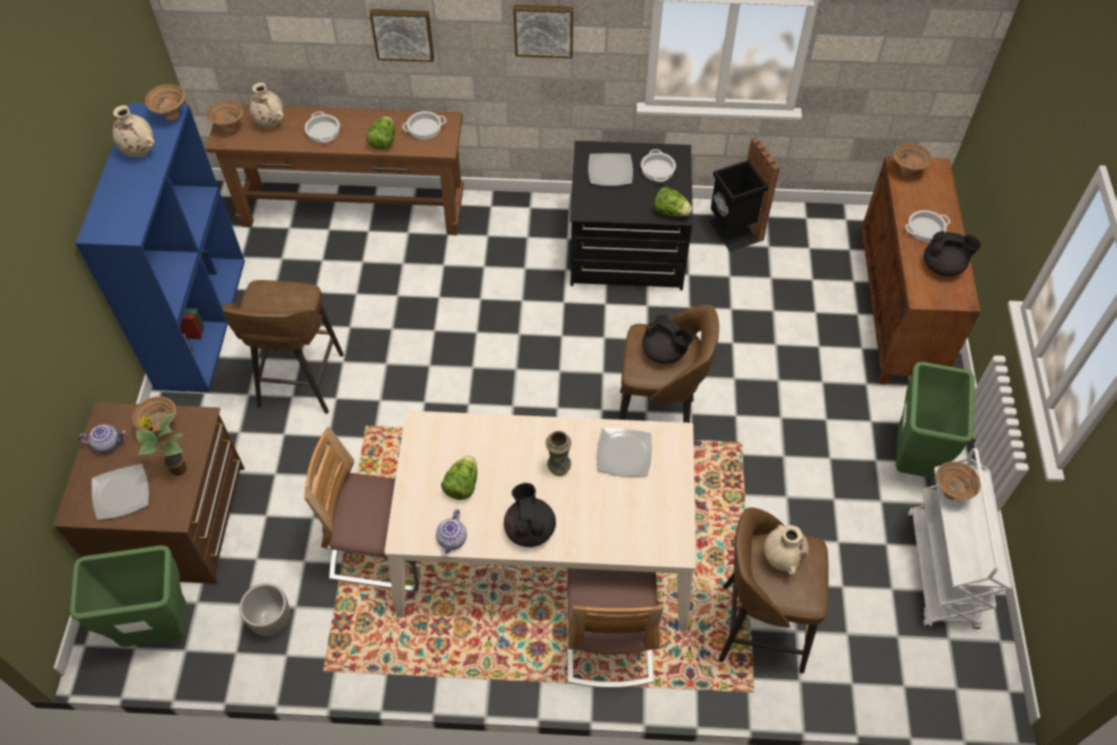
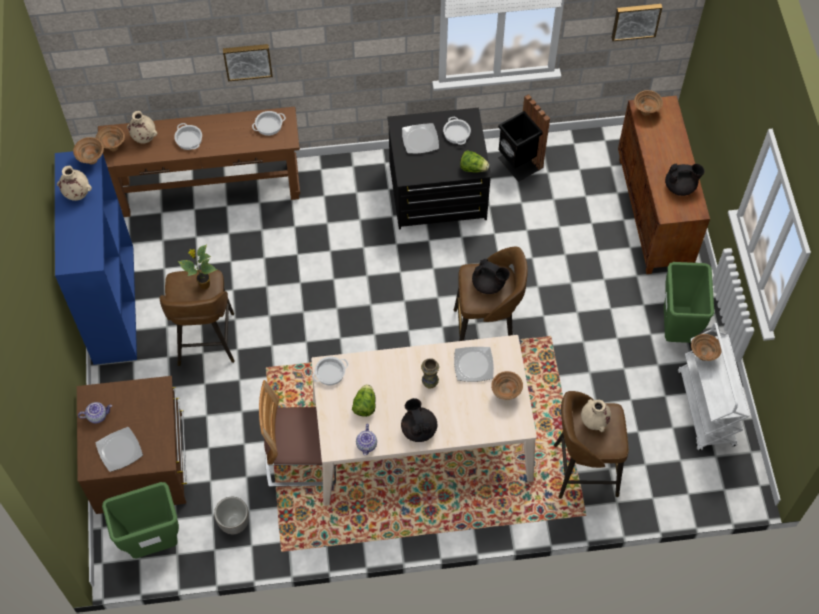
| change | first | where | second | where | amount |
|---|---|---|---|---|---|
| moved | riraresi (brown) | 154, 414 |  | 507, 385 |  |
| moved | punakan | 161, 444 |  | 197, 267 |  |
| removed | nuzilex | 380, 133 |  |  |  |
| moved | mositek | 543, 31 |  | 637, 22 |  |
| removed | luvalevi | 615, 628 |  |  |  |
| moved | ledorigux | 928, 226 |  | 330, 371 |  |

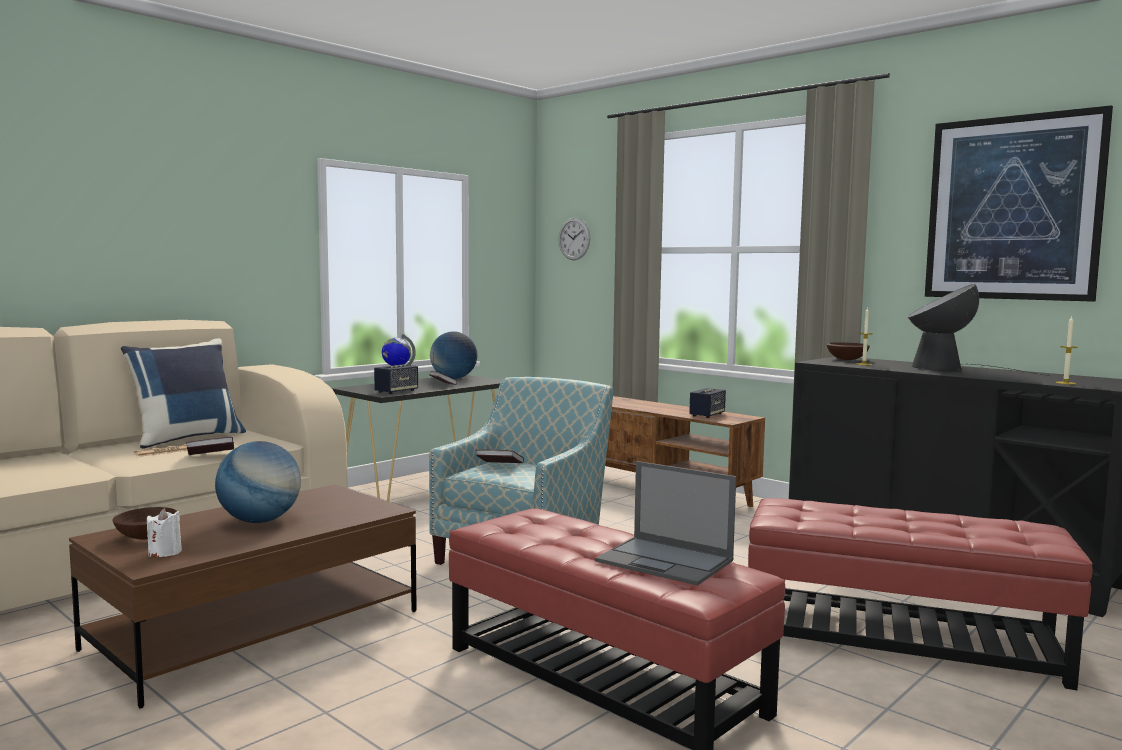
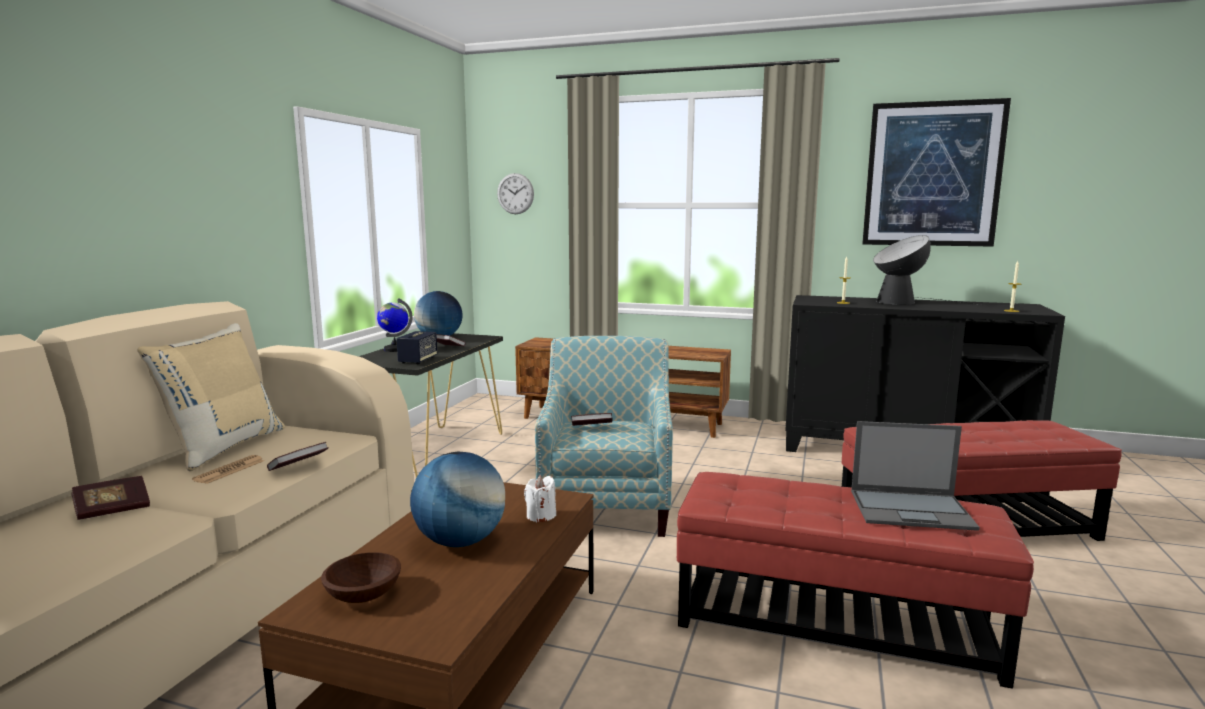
| change | first | where | second | where | amount |
|---|---|---|---|---|---|
| recoloured | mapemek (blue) | 183, 393 | mapemek (beige) | 211, 397 |  |
| moved | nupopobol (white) | 164, 532 |  | 540, 499 |  |
| removed | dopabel | 707, 403 |  |  |  |
| removed | riraresi (brown) | 848, 351 |  |  |  |
| added |  |  | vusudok | 110, 498 |  |

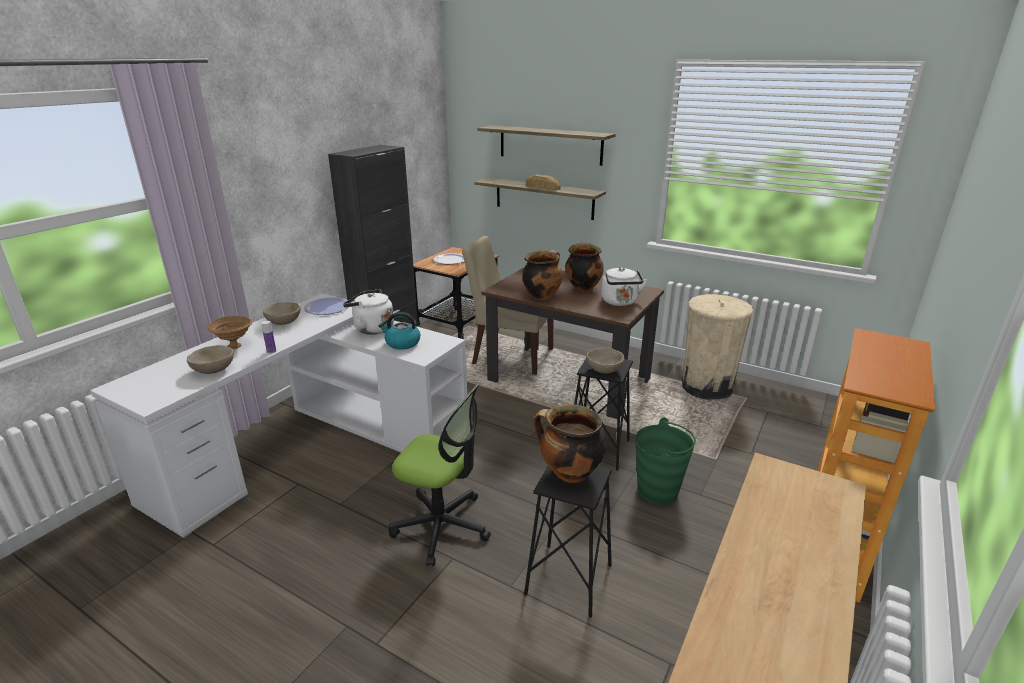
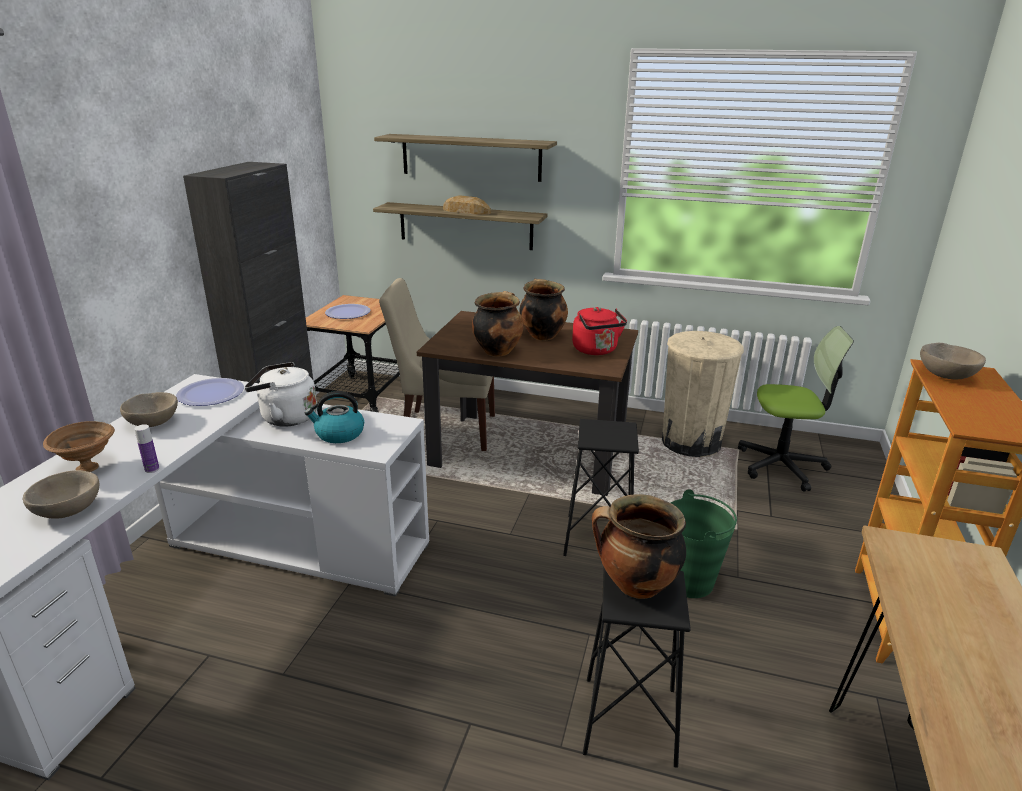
| change | first | where | second | where | amount |
|---|---|---|---|---|---|
| moved | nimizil | 439, 474 |  | 796, 409 |  |
| moved | riraresi (beige) | 605, 360 |  | 953, 361 |  |
| recoloured | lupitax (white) | 624, 286 | lupitax (red) | 599, 331 |  |

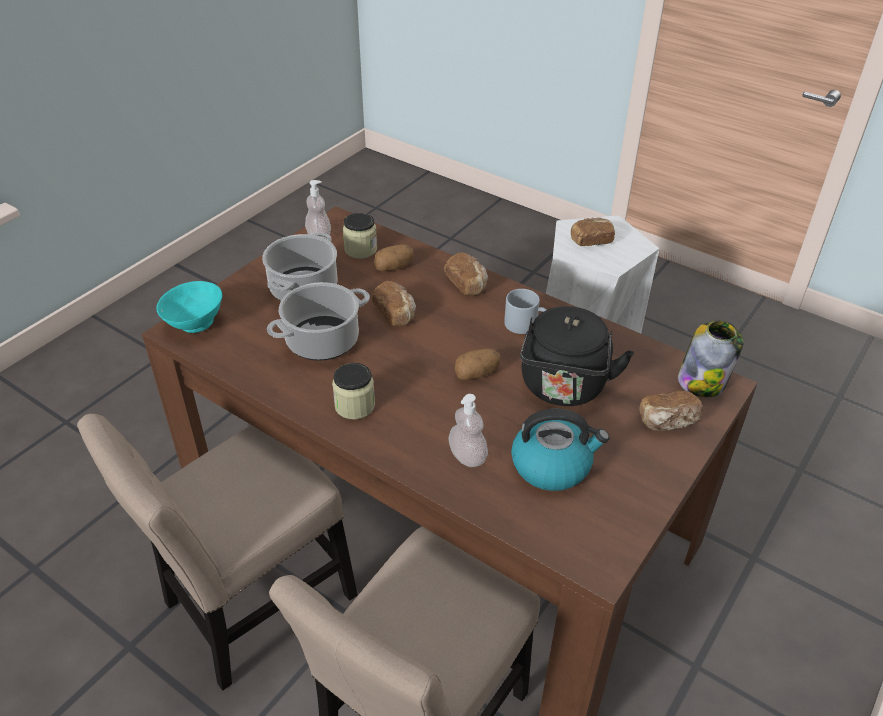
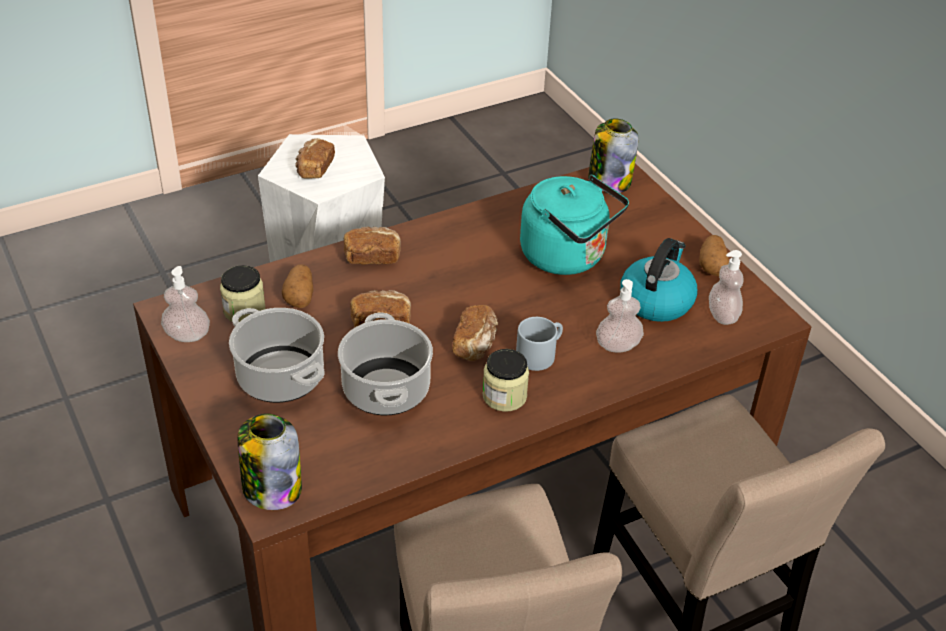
| change | first | where | second | where | amount |
|---|---|---|---|---|---|
| replaced | riraresi (turquoise) | 189, 307 | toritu | 270, 462 |  |
| moved | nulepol | 477, 364 |  | 714, 255 |  |
| moved | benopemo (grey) | 525, 311 |  | 539, 344 |  |
| recoloured | lupitax (black) | 577, 356 | lupitax (turquoise) | 574, 225 |  |
| moved | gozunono | 671, 410 |  | 475, 333 |  |
| added |  |  | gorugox | 726, 287 |  |

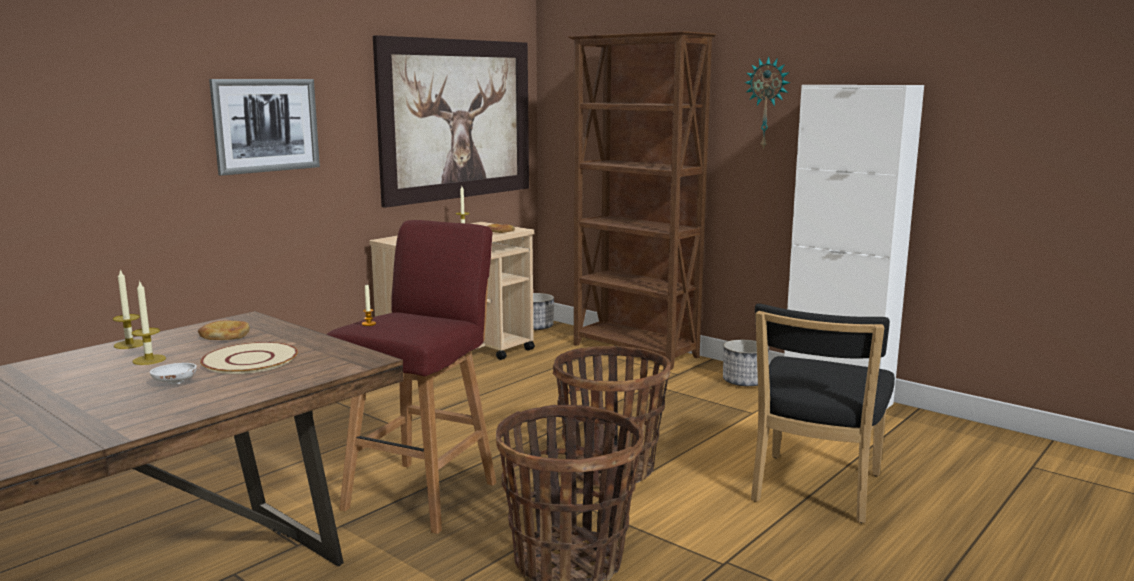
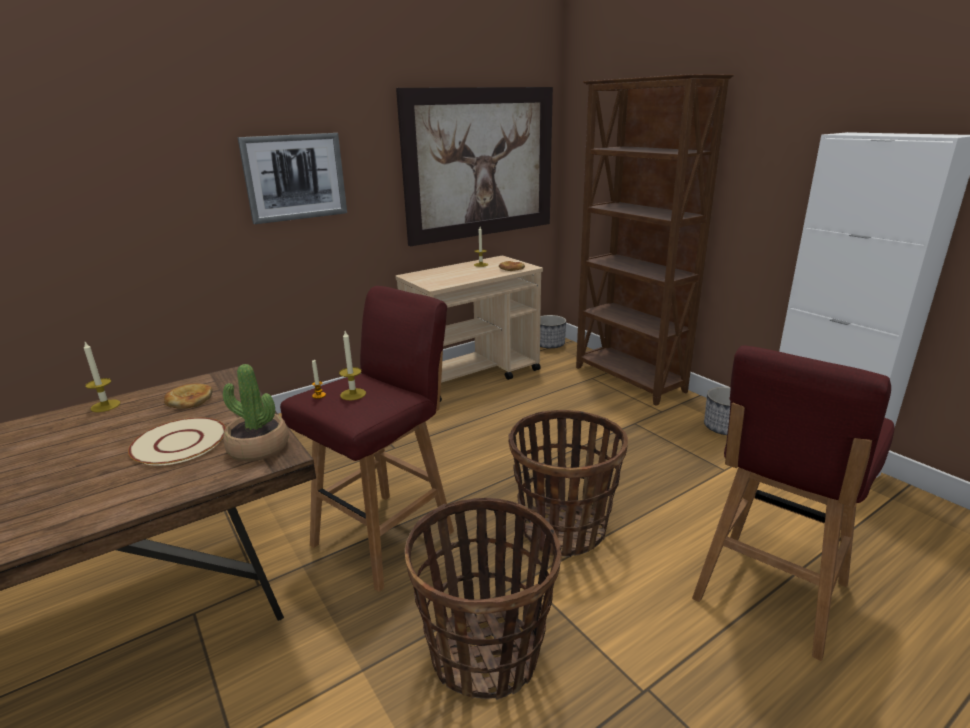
| change | first | where | second | where | amount |
|---|---|---|---|---|---|
| moved | nupopobol | 148, 322 |  | 352, 365 |  |
| removed | riraresi (white) | 173, 374 |  |  |  |
| removed | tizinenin | 767, 103 |  |  |  |
| replaced | luvalevi (black) | 823, 413 | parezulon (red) | 793, 503 |  |
| added |  |  | punakan | 256, 412 |  |

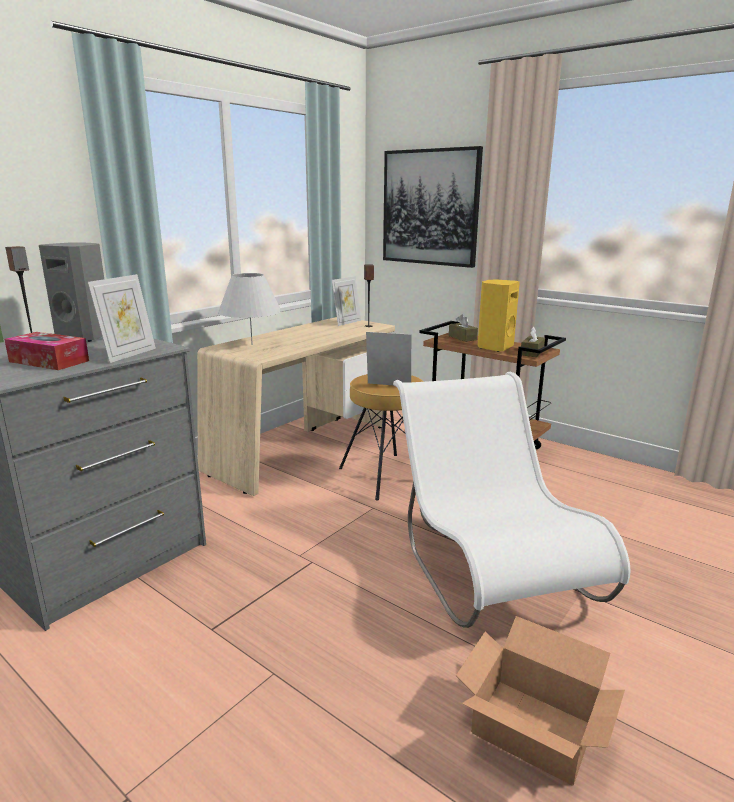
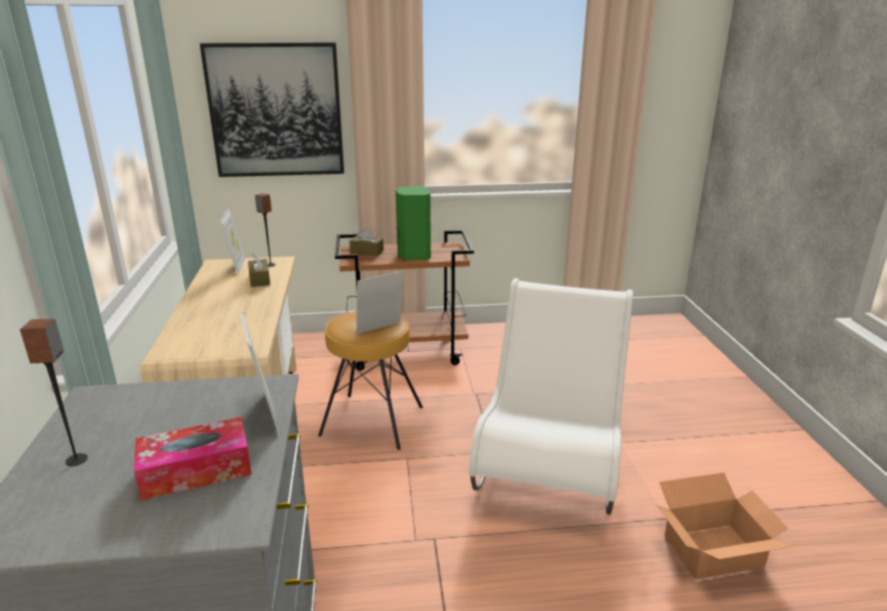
| change | first | where | second | where | amount |
|---|---|---|---|---|---|
| removed | dopabel (grey) | 71, 292 |  |  |  |
| removed | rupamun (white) | 250, 309 |  |  |  |
| turned | luvalevi (white) | 512, 500 |  | 551, 396 | 75 degrees clockwise |
| recoloured | dopabel (yellow) | 499, 315 | dopabel (green) | 413, 223 |  |
| moved | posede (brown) | 533, 342 |  | 259, 269 |  |

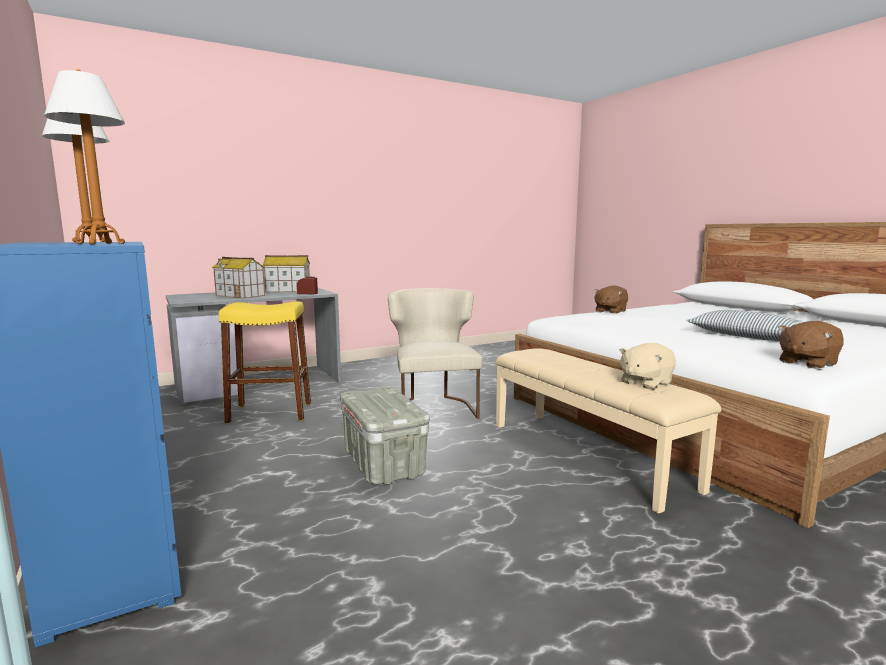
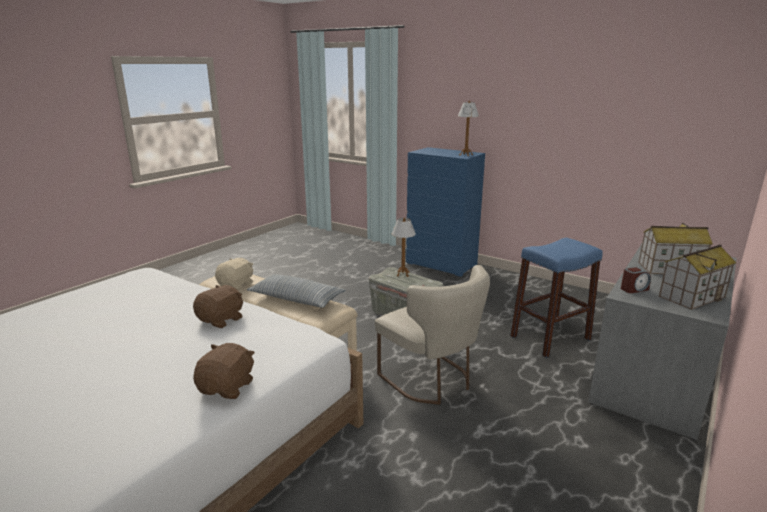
| change | first | where | second | where | amount |
|---|---|---|---|---|---|
| moved | rupamun | 84, 156 |  | 404, 247 |  |
| recoloured | parezulon (yellow) | 265, 362 | parezulon (blue) | 556, 298 |  |
| moved | mapemek | 745, 325 |  | 296, 291 |  |
| moved | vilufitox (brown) | 810, 345 |  | 218, 306 |  |

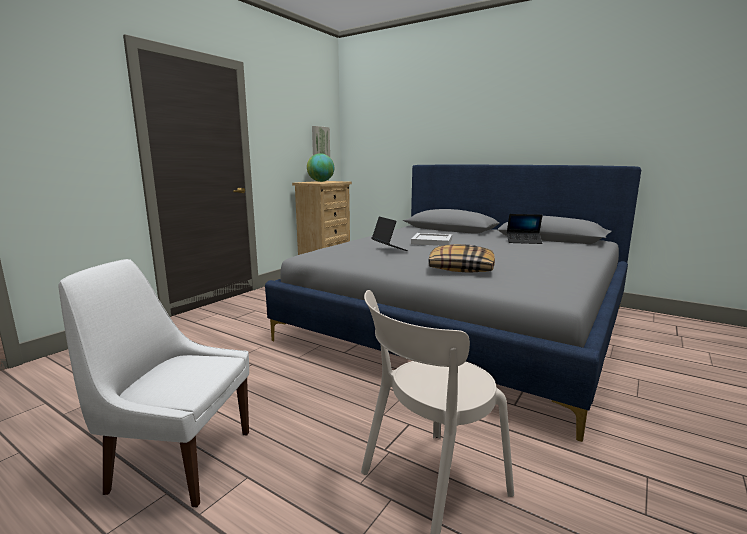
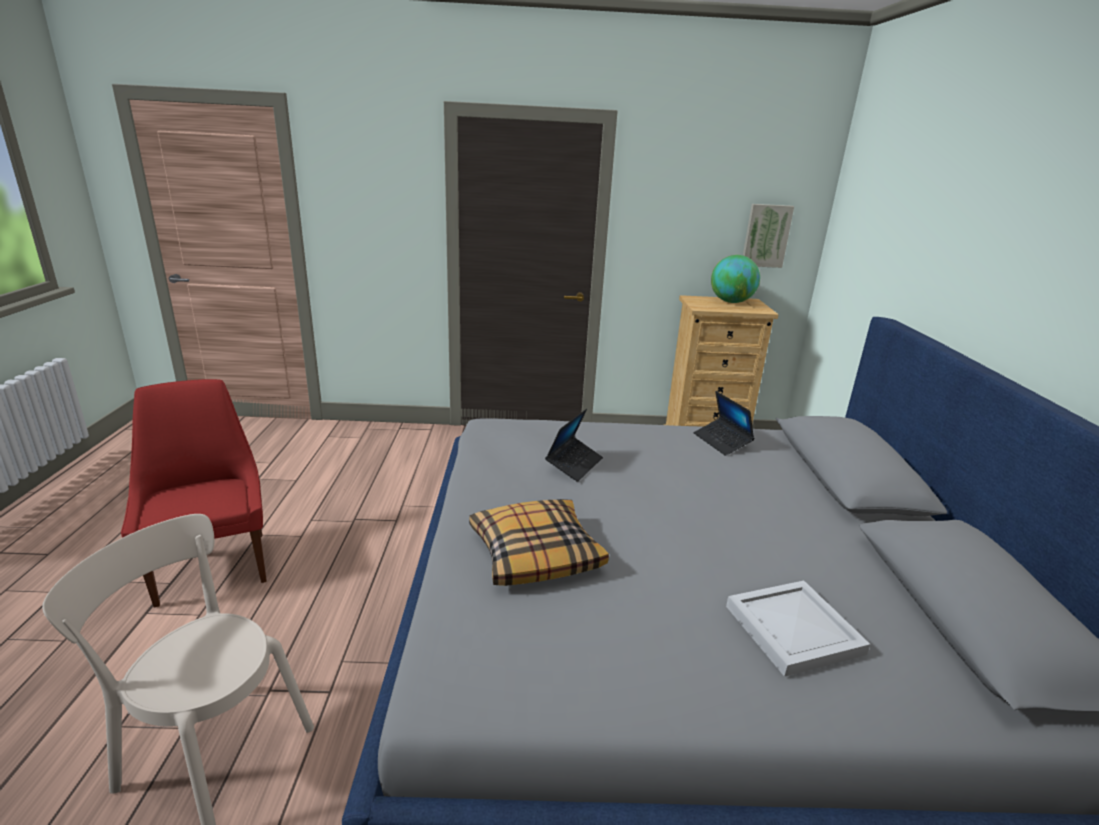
| change | first | where | second | where | amount |
|---|---|---|---|---|---|
| recoloured | luvalevi (white) | 153, 383 | luvalevi (red) | 194, 493 |  |
| moved | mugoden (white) | 431, 239 |  | 798, 629 |  |
| moved | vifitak | 525, 229 |  | 724, 423 |  |

